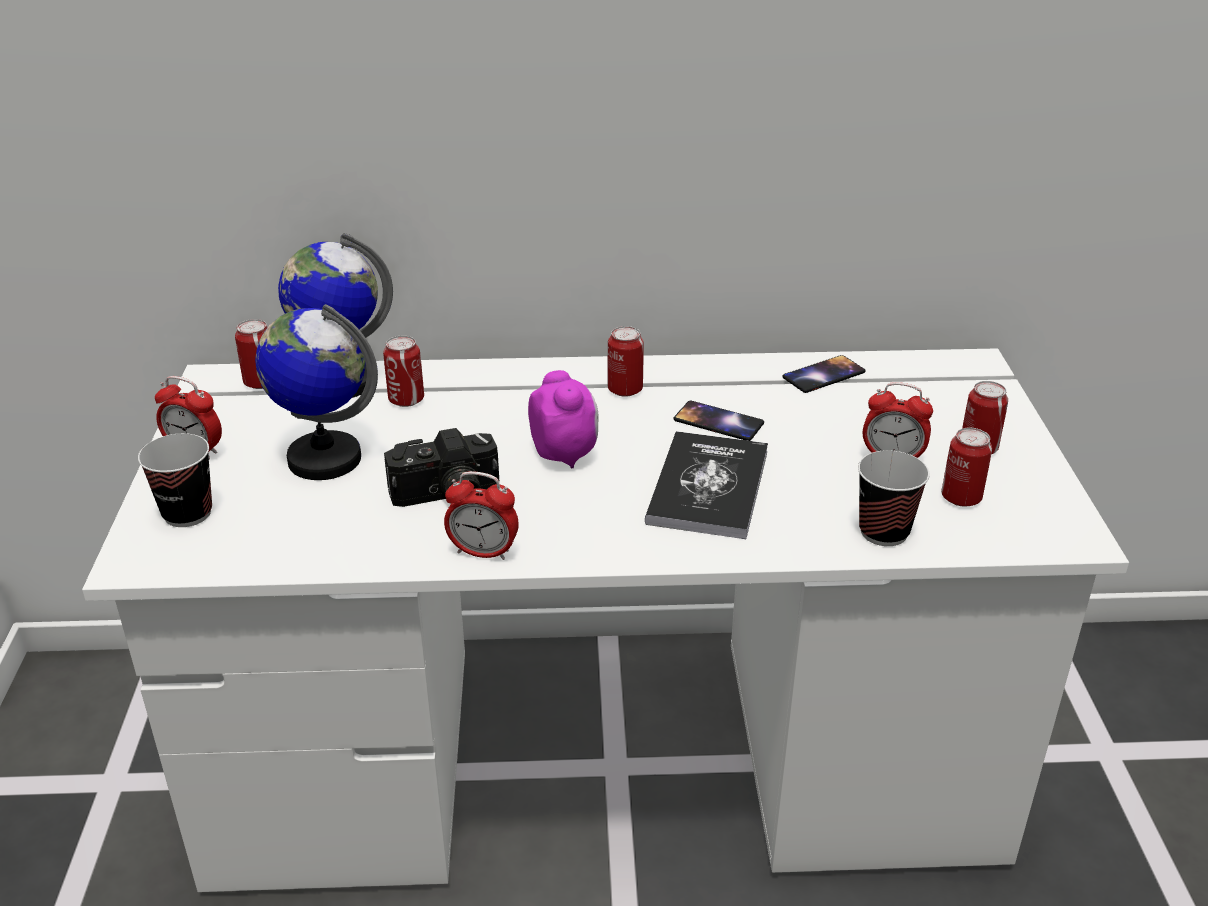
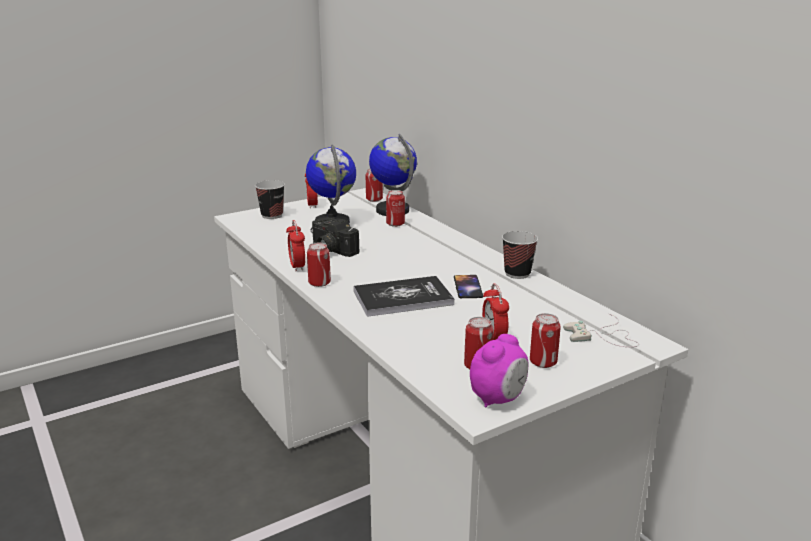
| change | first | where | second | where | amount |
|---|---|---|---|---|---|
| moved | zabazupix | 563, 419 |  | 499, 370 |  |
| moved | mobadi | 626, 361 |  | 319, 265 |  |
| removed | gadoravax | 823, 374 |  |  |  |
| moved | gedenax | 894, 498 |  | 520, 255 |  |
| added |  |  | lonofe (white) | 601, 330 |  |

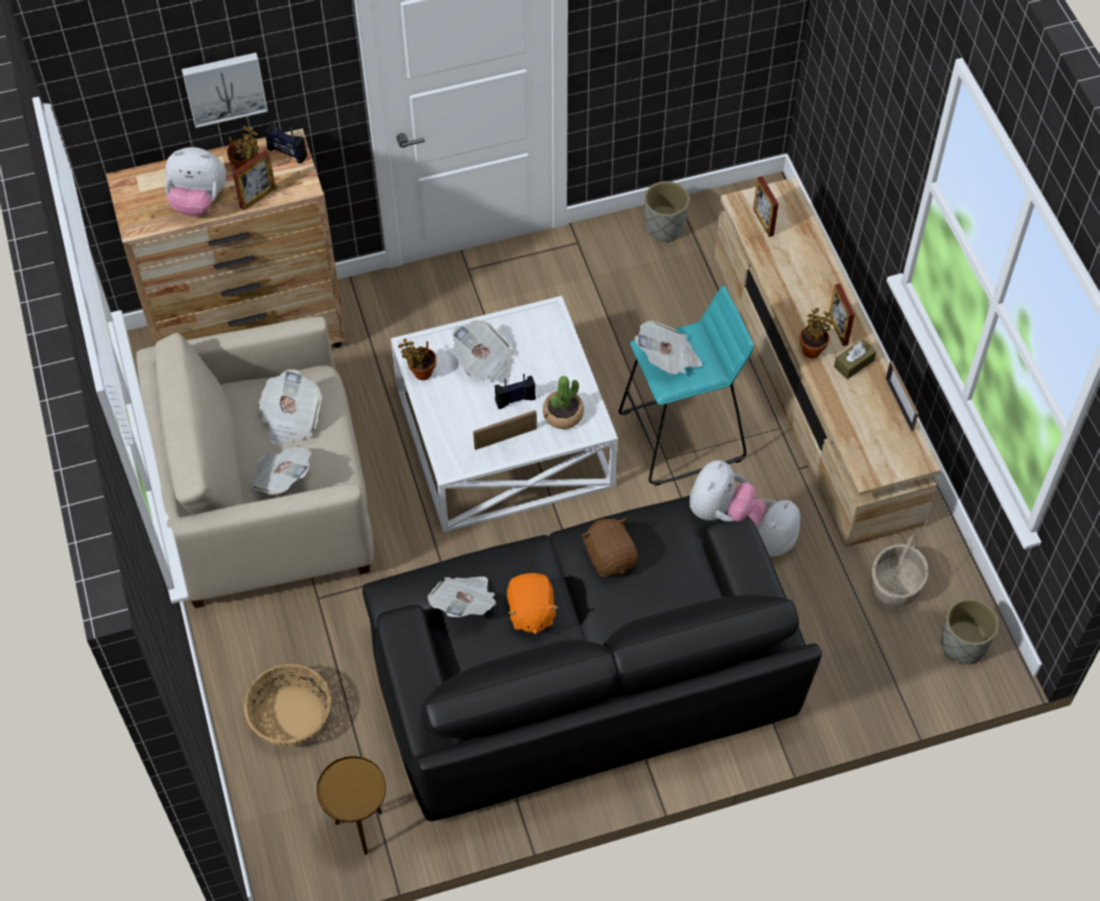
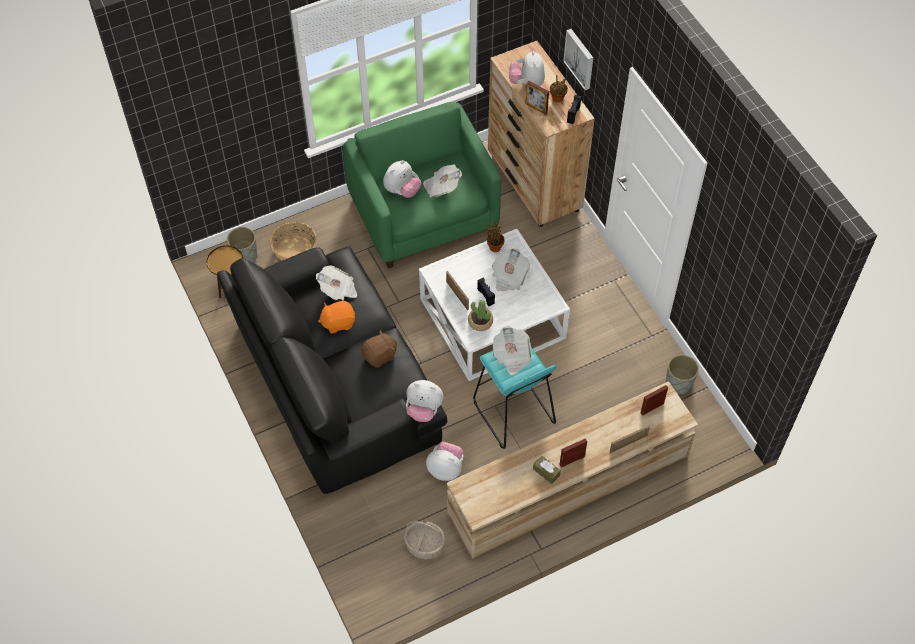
| change | first | where | second | where | amount |
|---|---|---|---|---|---|
| recoloured | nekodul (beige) | 255, 462 | nekodul (green) | 421, 185 |  |
| replaced | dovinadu | 280, 470 | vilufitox | 402, 179 |  |
| removed | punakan | 817, 333 |  |  |  |
| moved | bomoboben | 902, 396 |  | 630, 439 |  |
| moved | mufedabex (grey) | 970, 631 |  | 242, 244 |  |

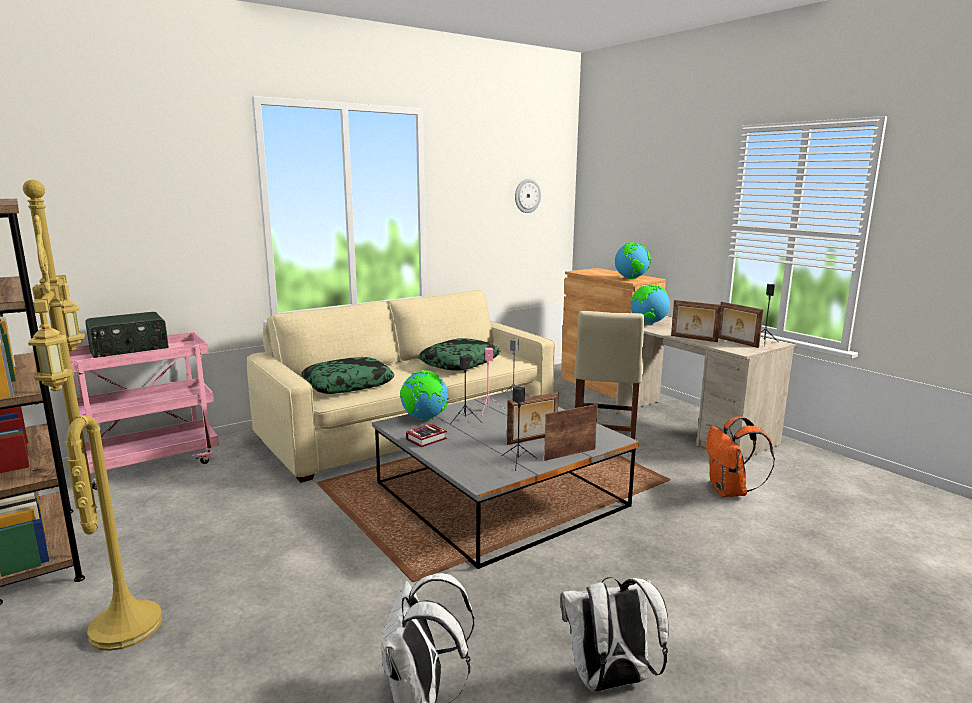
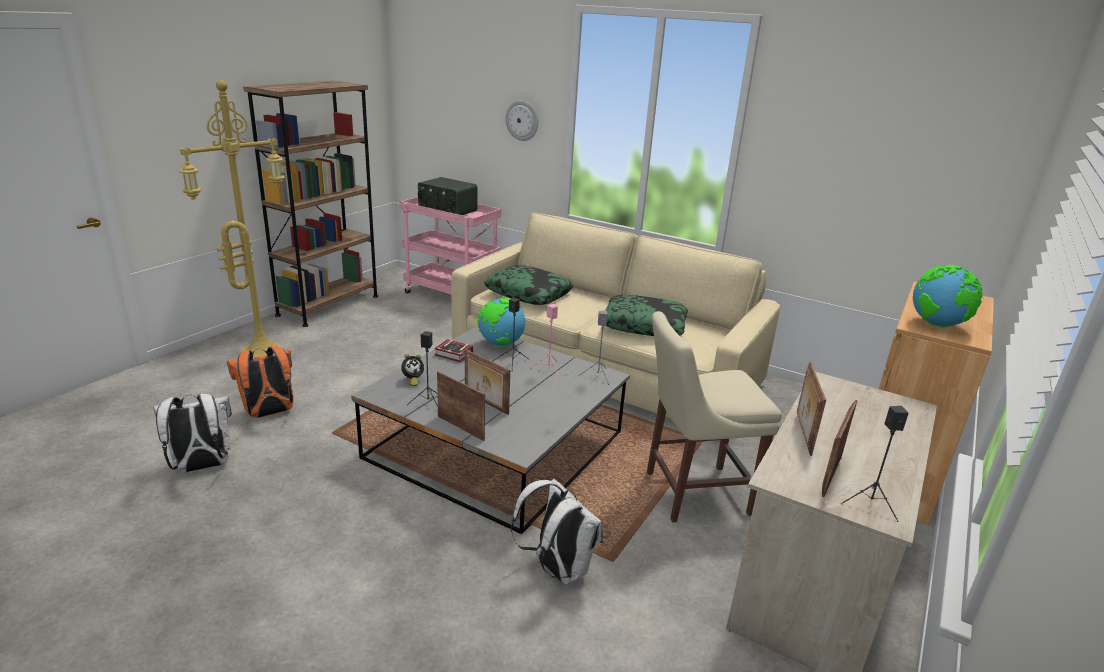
| change | first | where | second | where | amount |
|---|---|---|---|---|---|
| moved | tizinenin | 528, 196 |  | 522, 120 |  |
| moved | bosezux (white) | 614, 634 |  | 557, 531 |  |
| removed | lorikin | 650, 304 |  |  |  |
| moved | bosezux (orange) | 740, 456 |  | 260, 382 |  |
| added |  |  | zabazupix | 412, 370 |  |

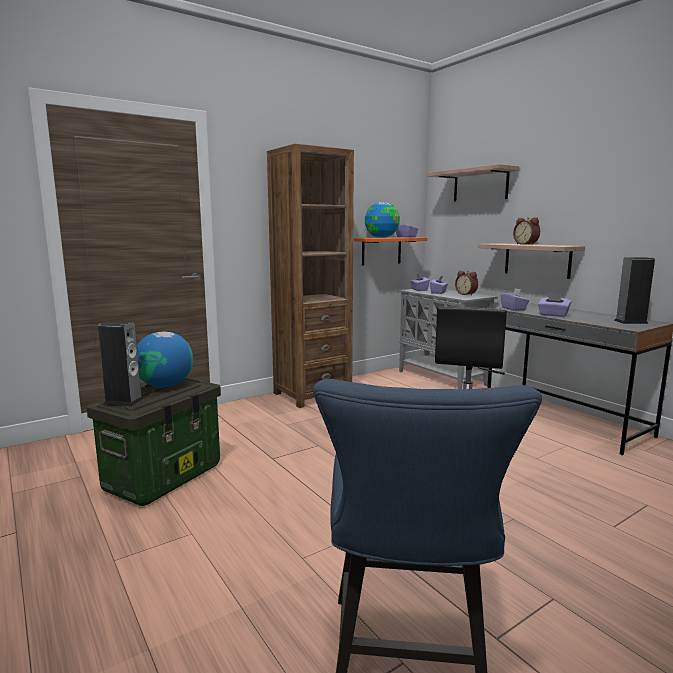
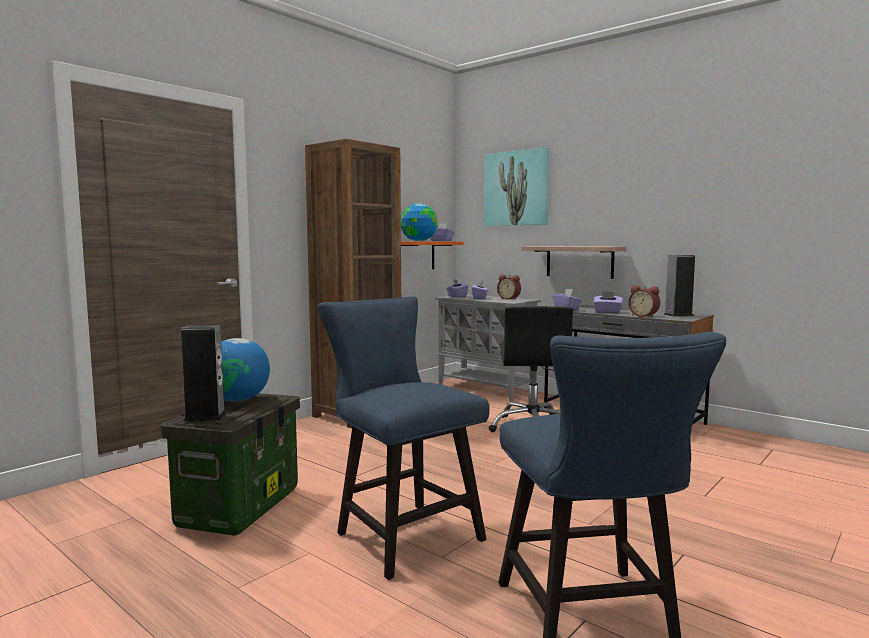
| change | first | where | second | where | amount |
|---|---|---|---|---|---|
| replaced | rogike | 474, 183 | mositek | 516, 186 |  |
| moved | zabazupix | 526, 231 |  | 644, 301 |  |
| added |  |  | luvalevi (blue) | 403, 438 |  |

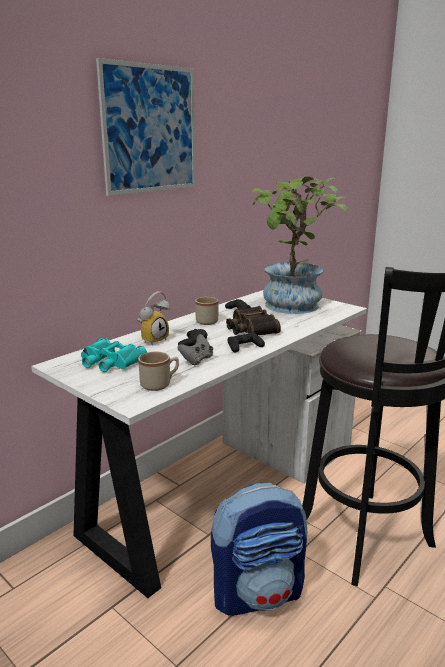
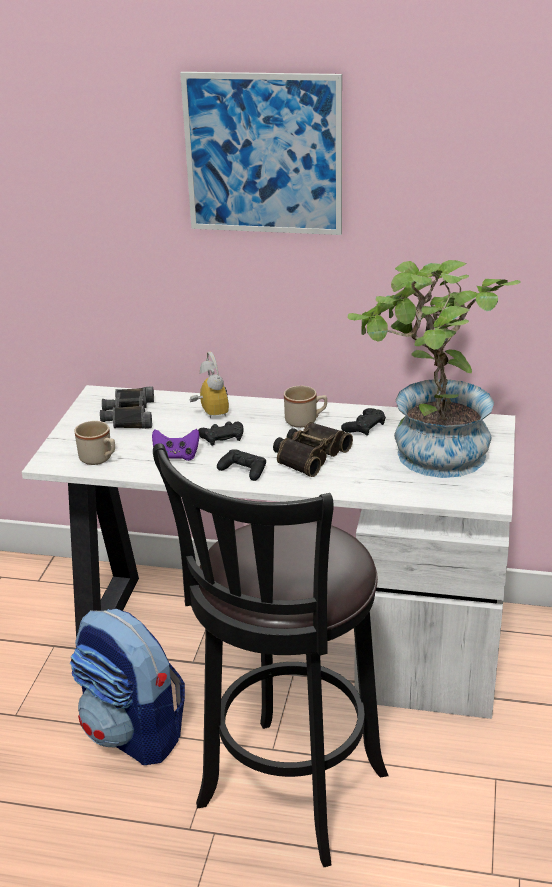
| change | first | where | second | where | amount |
|---|---|---|---|---|---|
| recoloured | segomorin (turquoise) | 114, 355 | segomorin (black) | 127, 407 |  |
| turned | zabazupix | 153, 318 |  | 209, 385 | 120 degrees counterclockwise |
| recoloured | lonofe (grey) | 195, 349 | lonofe (purple) | 176, 445 |  |

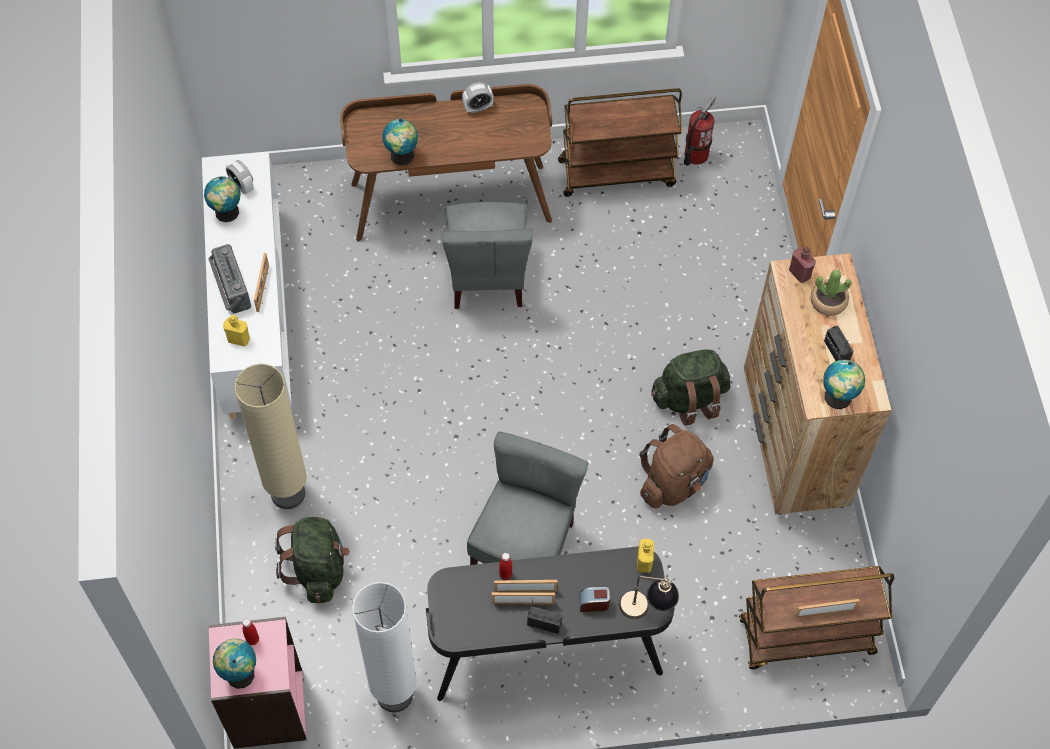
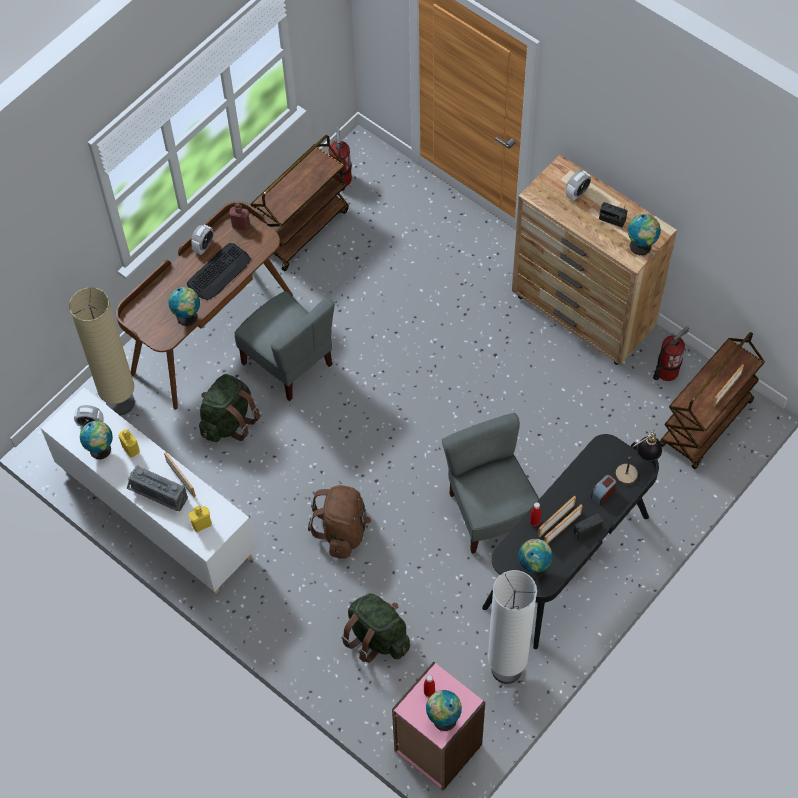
| change | first | where | second | where | amount |
|---|---|---|---|---|---|
| moved | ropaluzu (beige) | 270, 436 |  | 102, 351 |  |
| moved | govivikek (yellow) | 645, 556 |  | 129, 443 |  |
| moved | bosezux (brown) | 676, 466 |  | 339, 522 |  |
| moved | bosezux (green) | 690, 387 |  | 229, 408 |  |
| moved | govivikek (red) | 802, 264 |  | 239, 216 |  |
| replaced | punakan | 831, 293 | zabazupix | 578, 185 |  |
| added |  |  | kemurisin | 219, 271 |  |
| added |  |  | lorikin | 535, 559 |  |
| added |  |  | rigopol | 671, 353 |  |

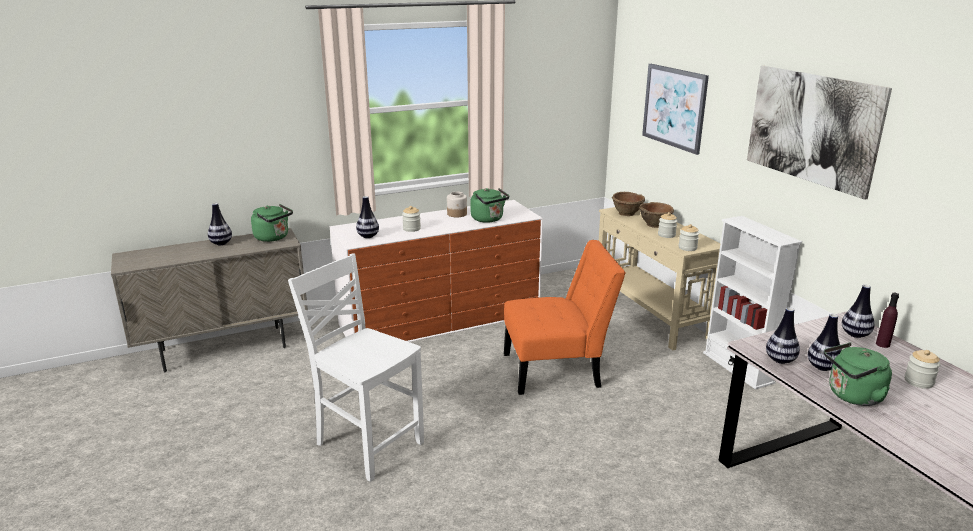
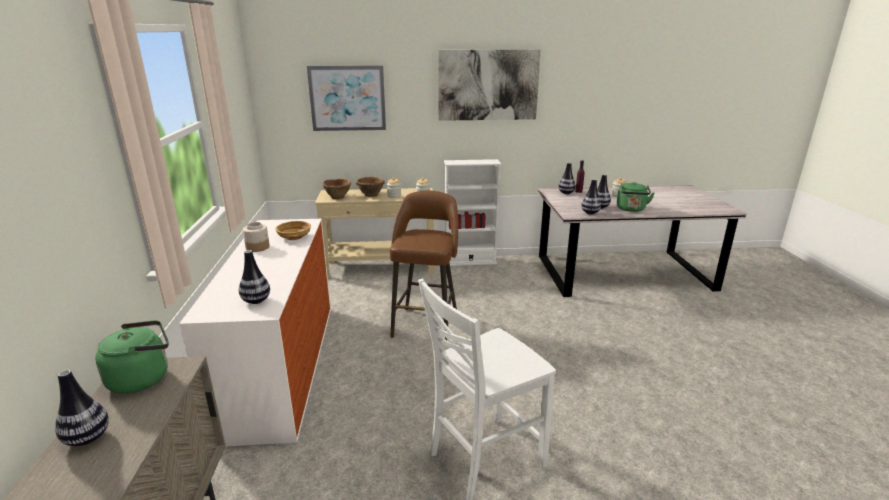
| change | first | where | second | where | amount |
|---|---|---|---|---|---|
| removed | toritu | 411, 219 |  |  |  |
| replaced | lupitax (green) | 489, 205 | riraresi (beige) | 293, 230 |  |
| replaced | luvalevi (orange) | 565, 317 | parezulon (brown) | 424, 265 |  |

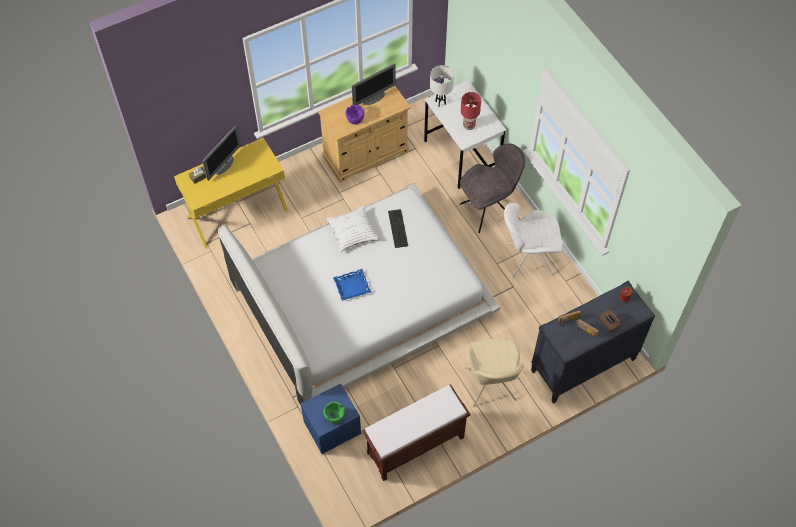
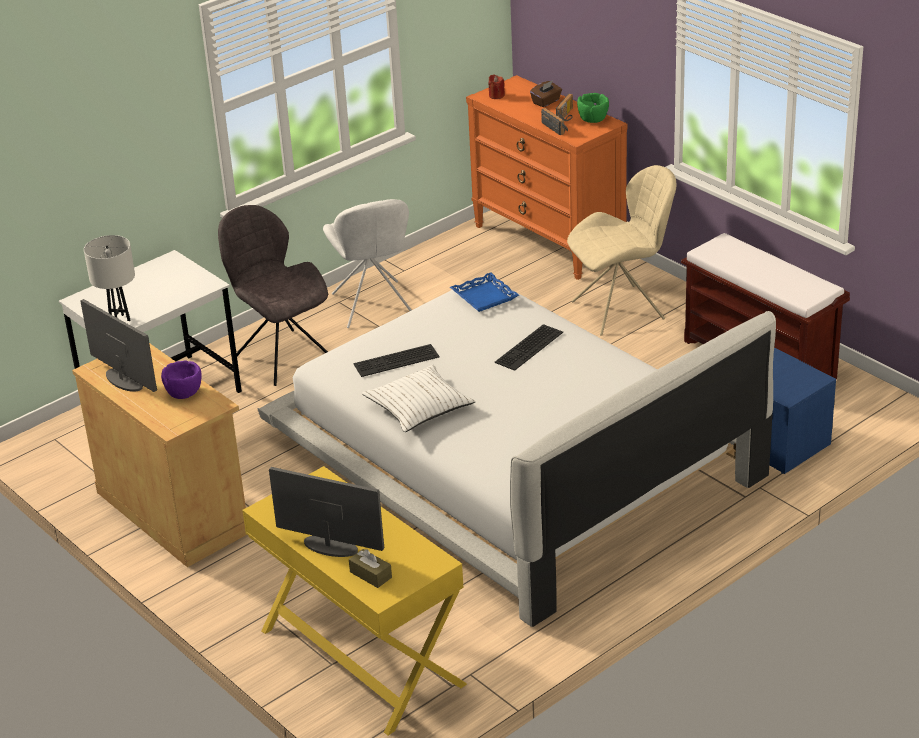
| change | first | where | second | where | amount |
|---|---|---|---|---|---|
| moved | riraresi (green) | 334, 412 |  | 593, 108 |  |
| moved | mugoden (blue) | 352, 285 |  | 484, 292 |  |
| removed | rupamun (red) | 471, 111 |  |  |  |
| recoloured | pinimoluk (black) | 593, 342 | pinimoluk (orange) | 547, 177 |  |
| added |  |  | kemurisin | 529, 347 |  |

